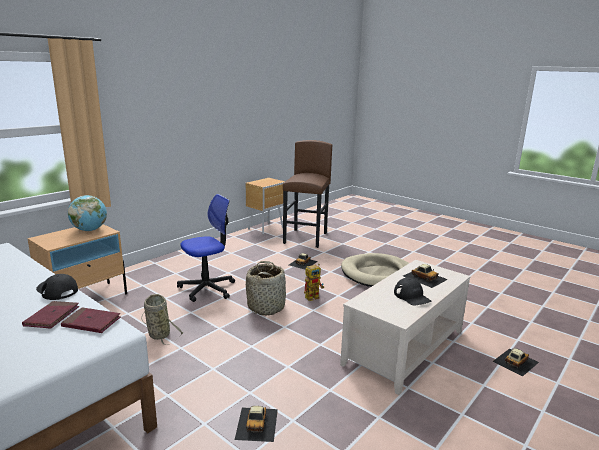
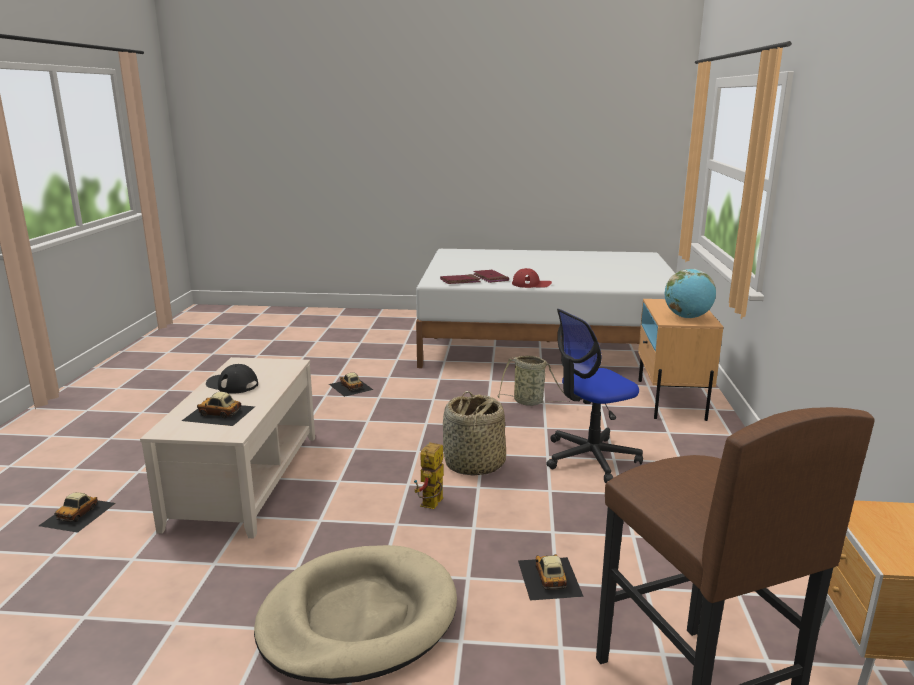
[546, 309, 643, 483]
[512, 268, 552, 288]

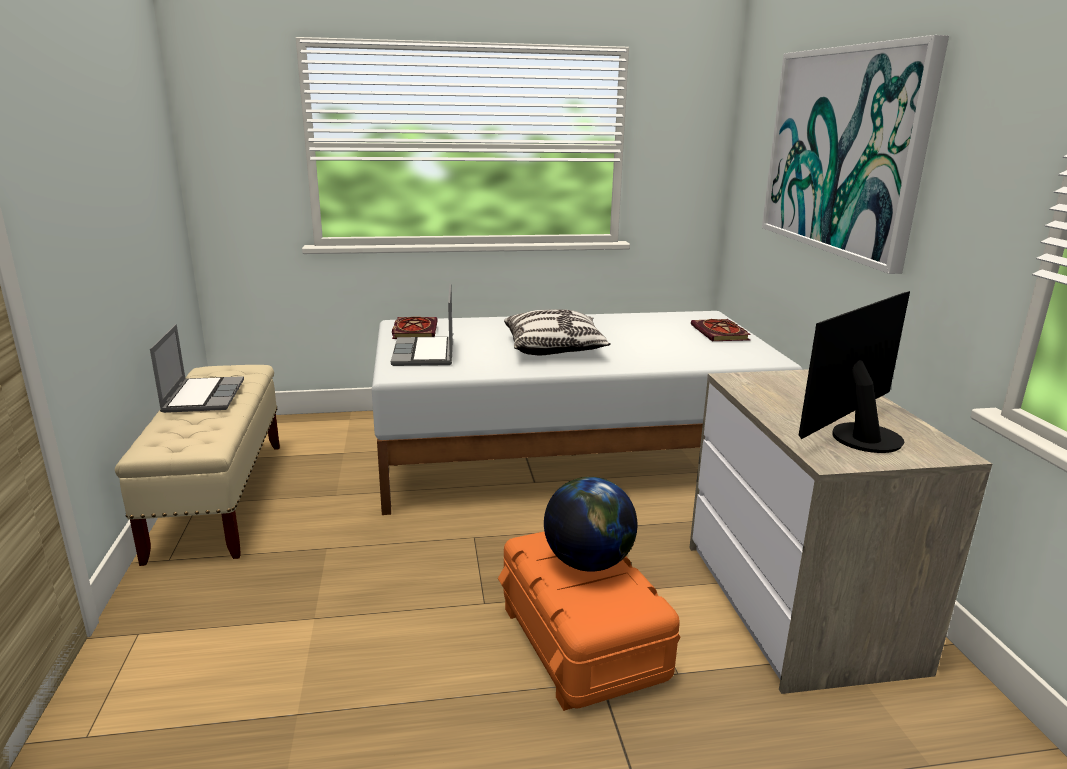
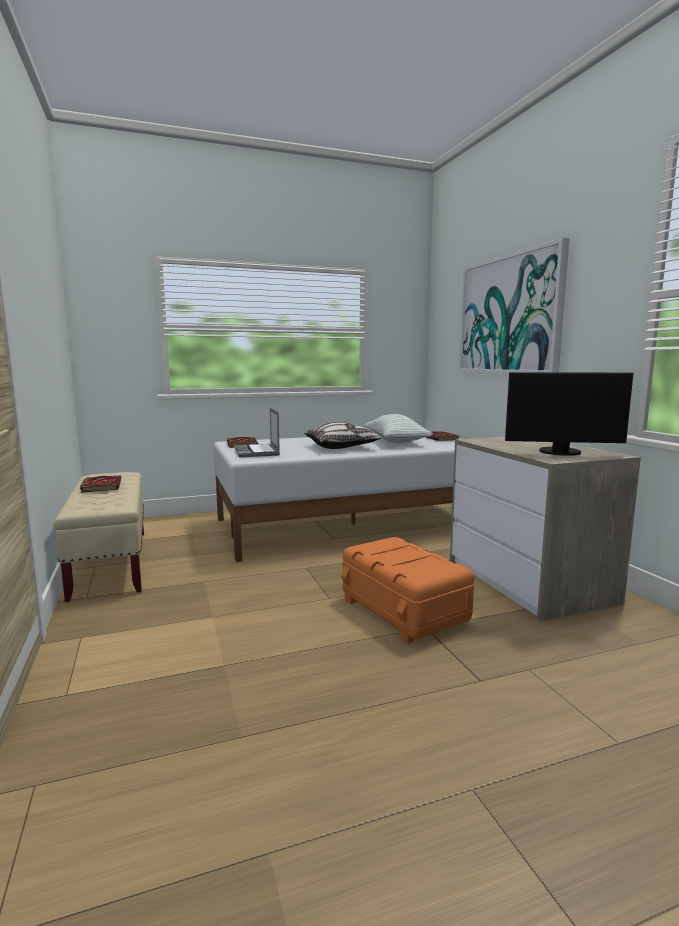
[505, 372, 634, 456]
[80, 475, 121, 493]
[544, 477, 637, 572] (first image)
[364, 414, 433, 443]

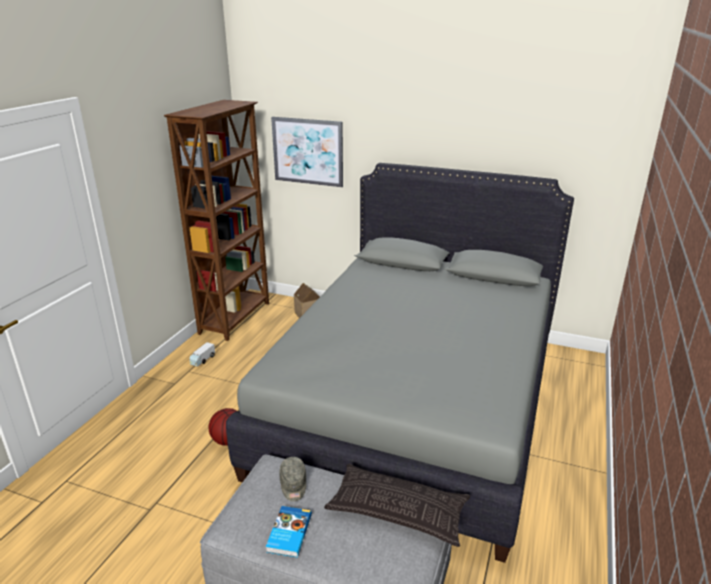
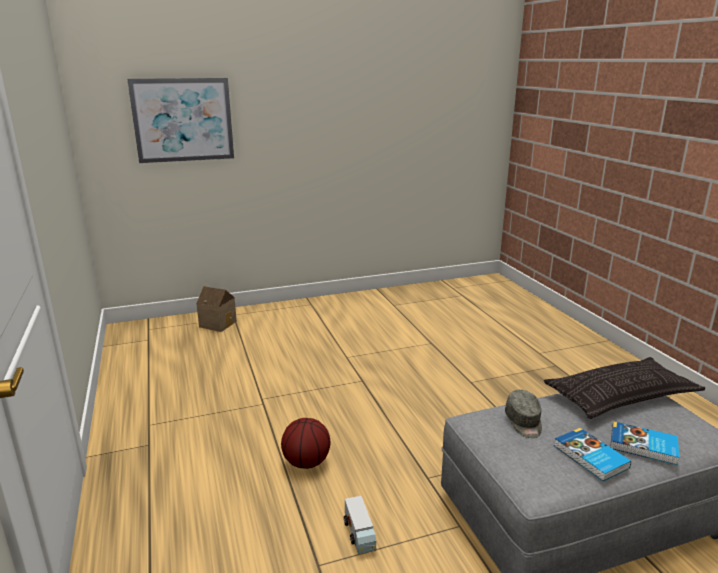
[164, 100, 269, 341] (first image)
[226, 163, 574, 563] (first image)
[344, 496, 376, 554]
[505, 390, 542, 438]
[610, 421, 680, 465]

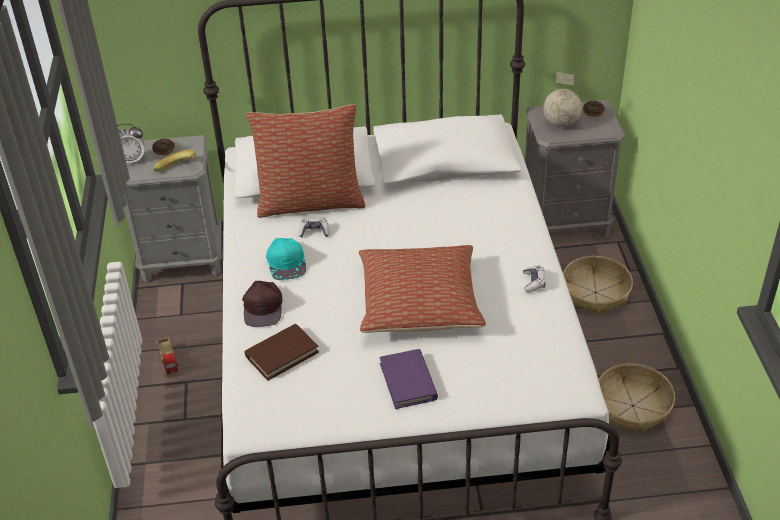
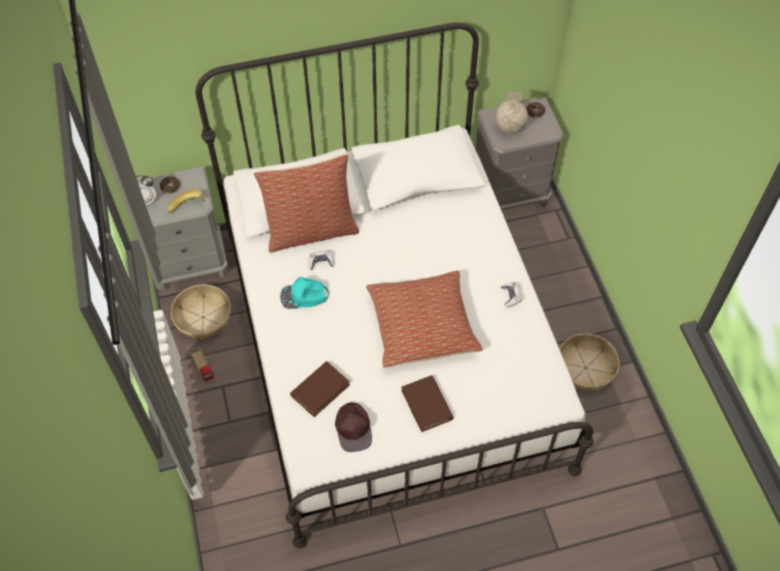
[280, 277, 329, 309]
[171, 284, 231, 341]
[335, 402, 372, 452]
[401, 375, 454, 432]

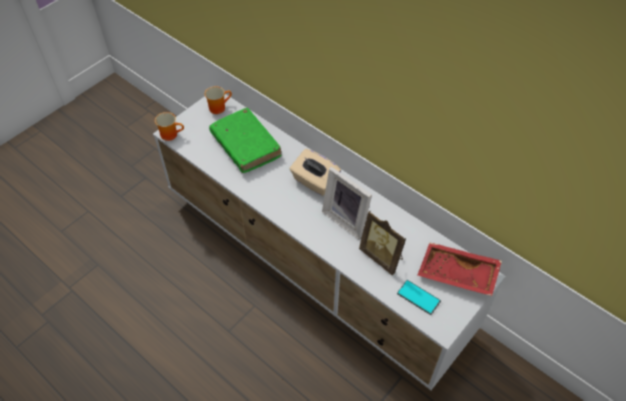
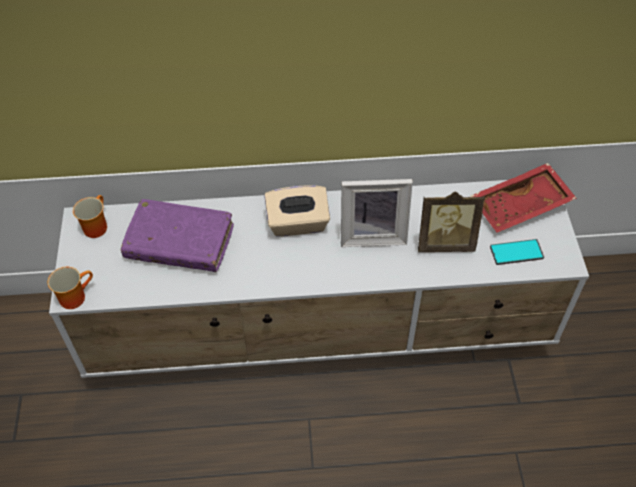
[121, 199, 234, 272]

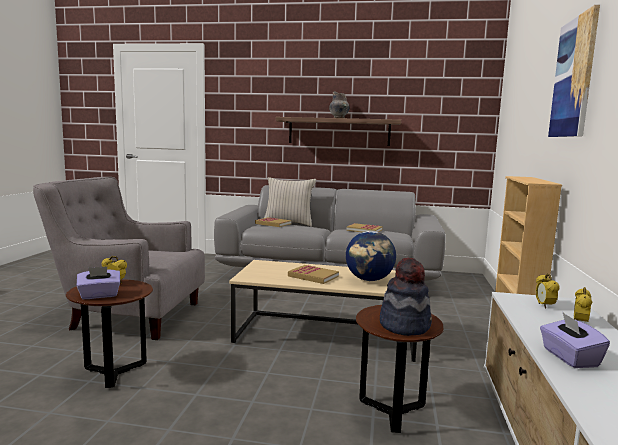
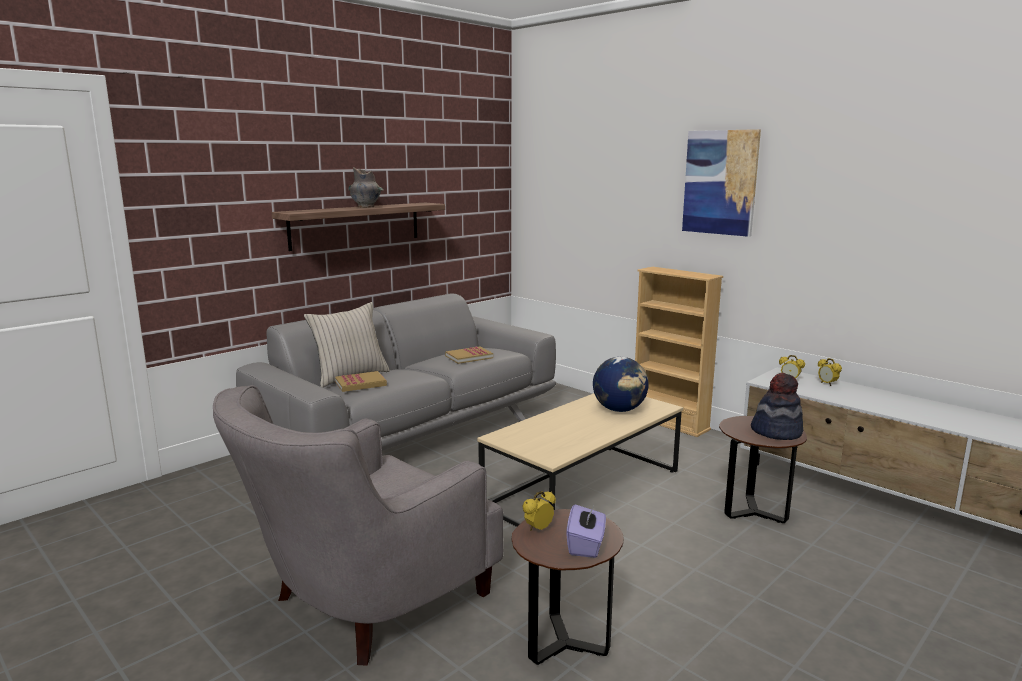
[288, 265, 339, 284] (first image)
[540, 313, 610, 368] (first image)

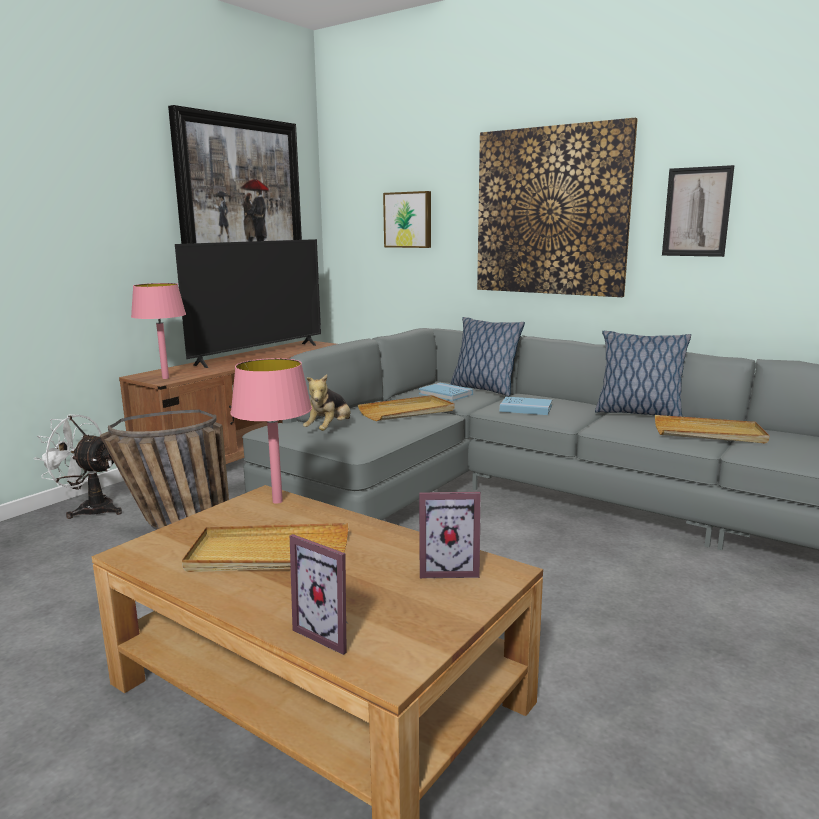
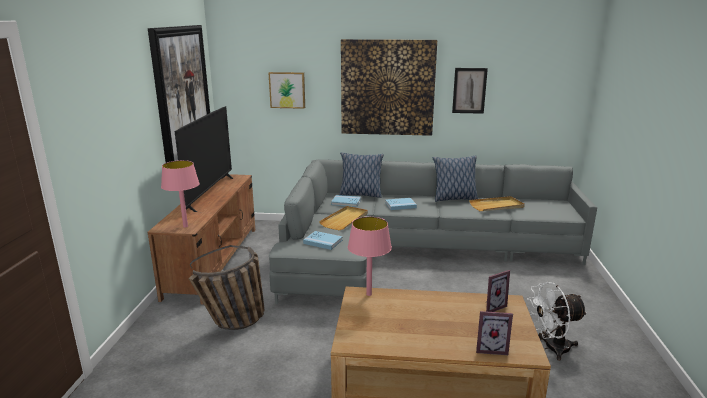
[303, 231, 343, 250]
[527, 282, 587, 361]
[182, 523, 348, 572] (first image)

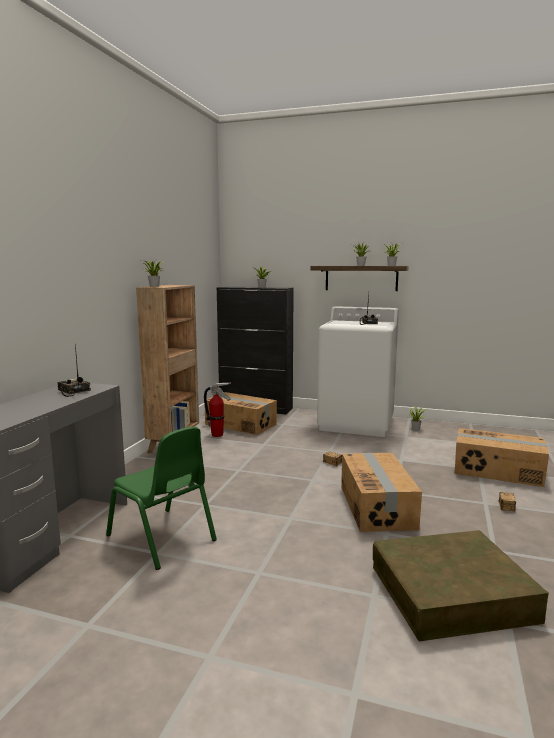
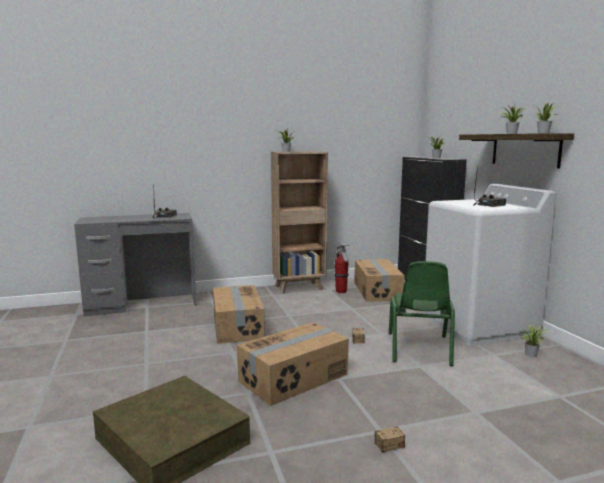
[389, 261, 455, 366]
[213, 285, 265, 344]

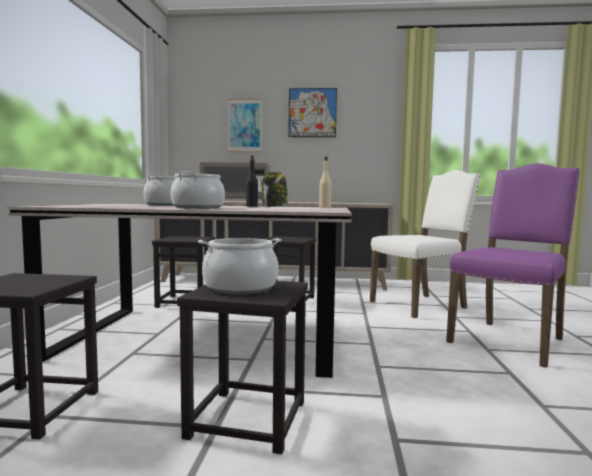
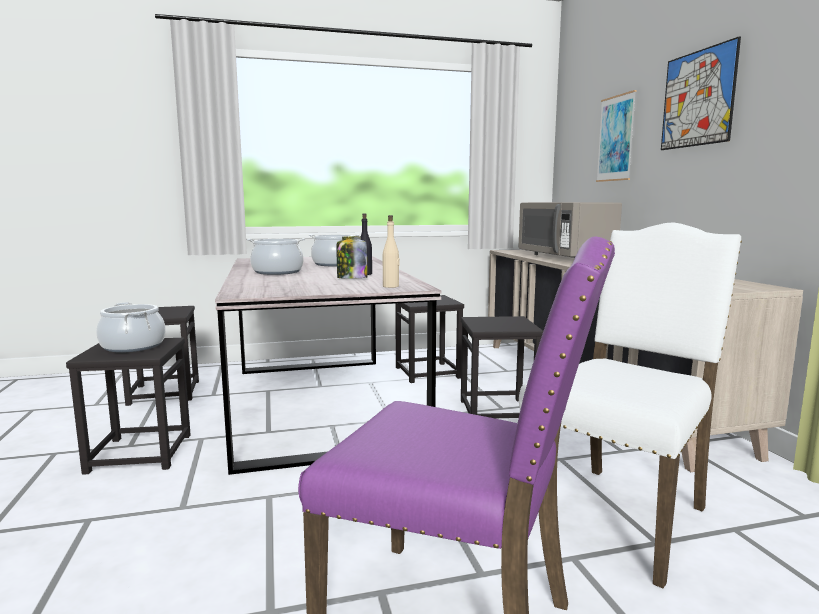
[519, 222, 742, 589]

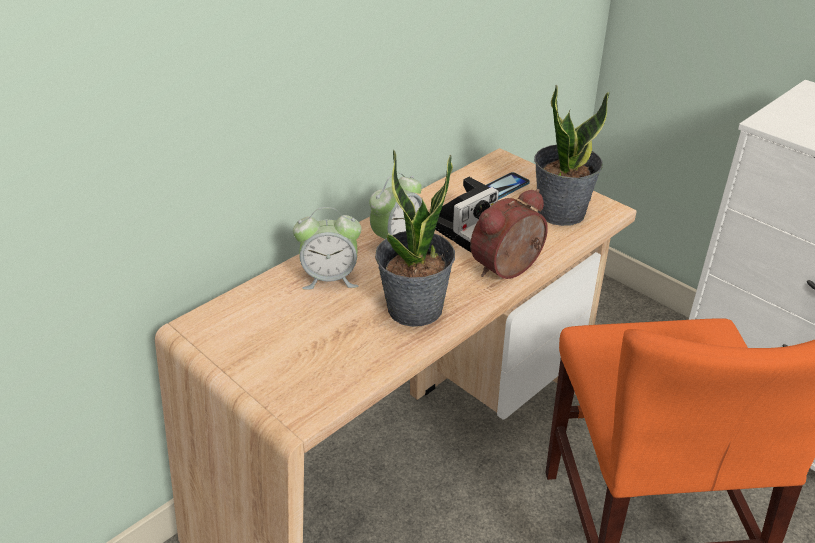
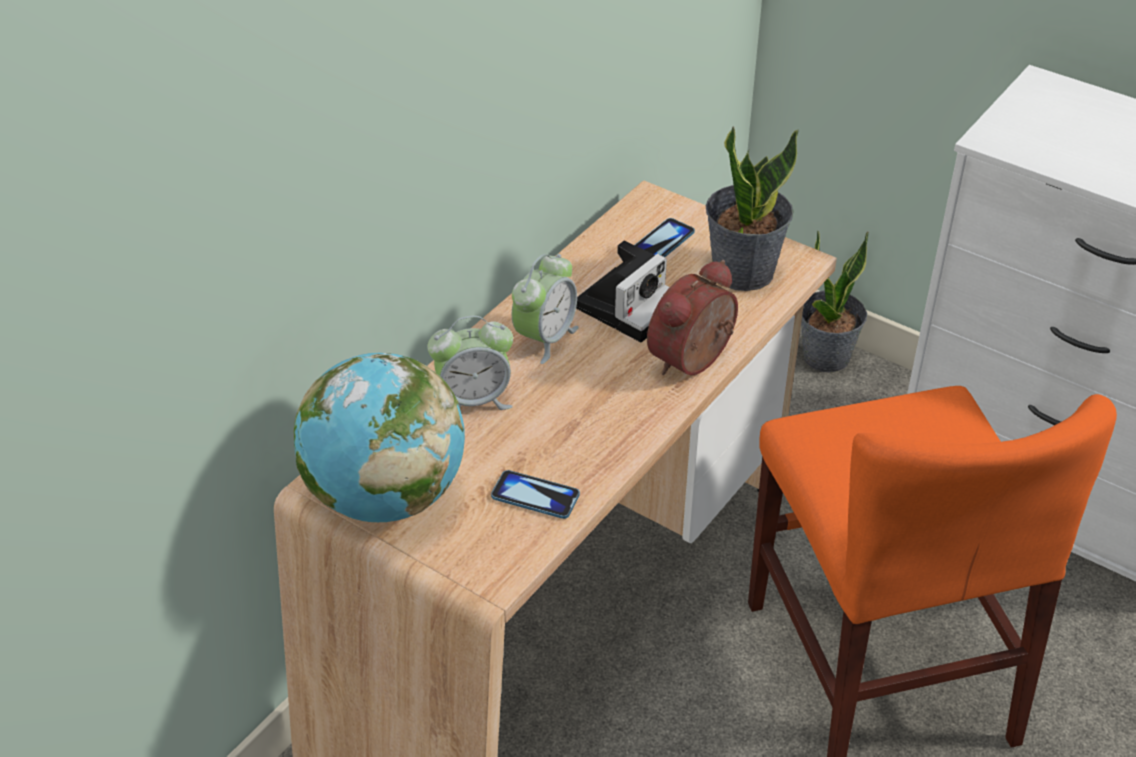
[801, 230, 869, 372]
[294, 353, 465, 522]
[491, 470, 580, 519]

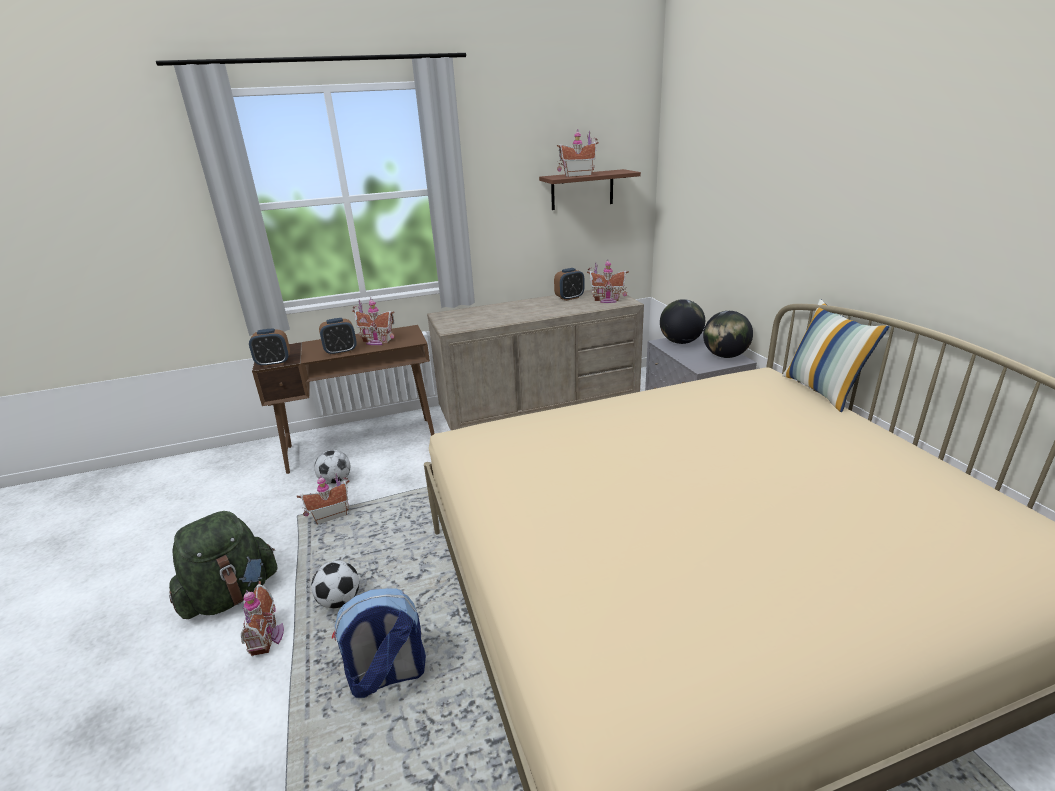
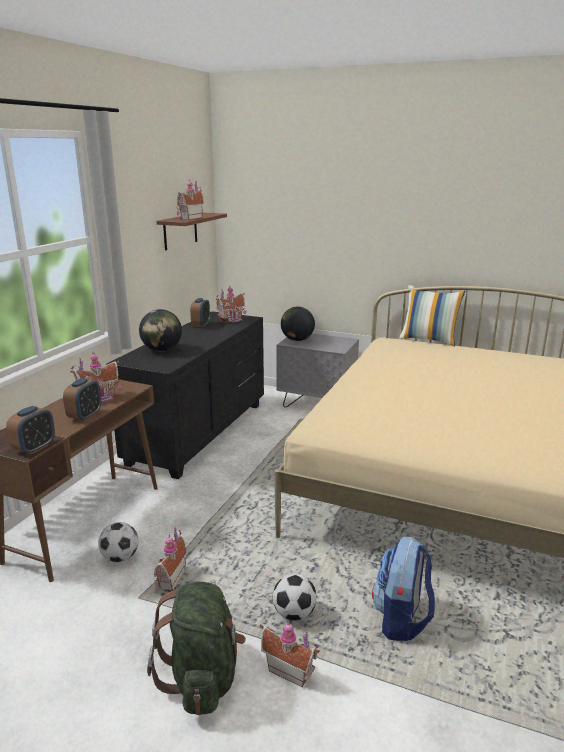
[106, 311, 264, 479]
[139, 309, 182, 351]

